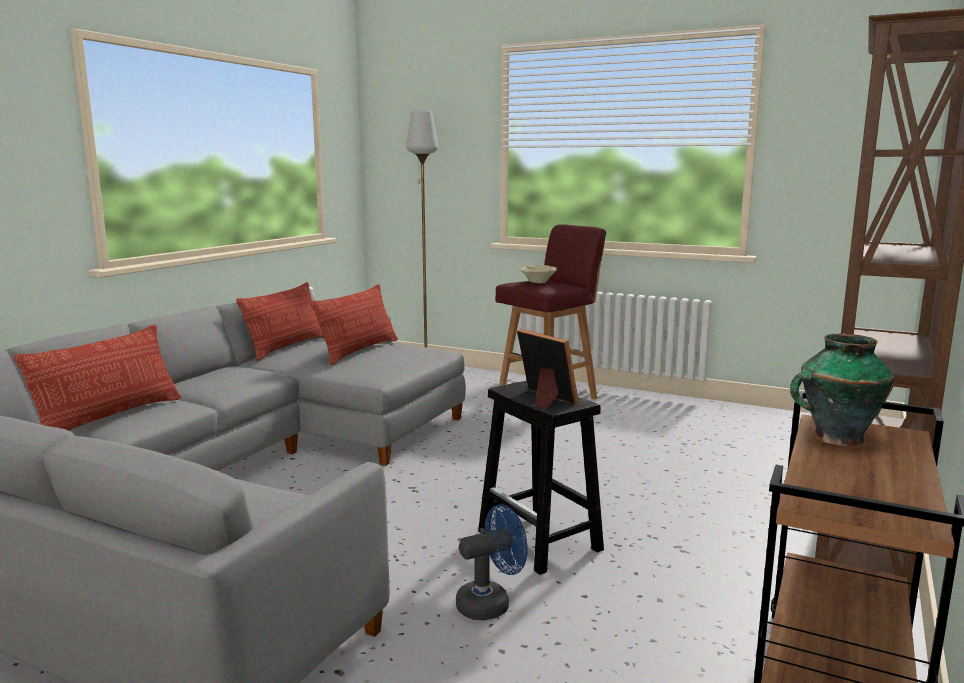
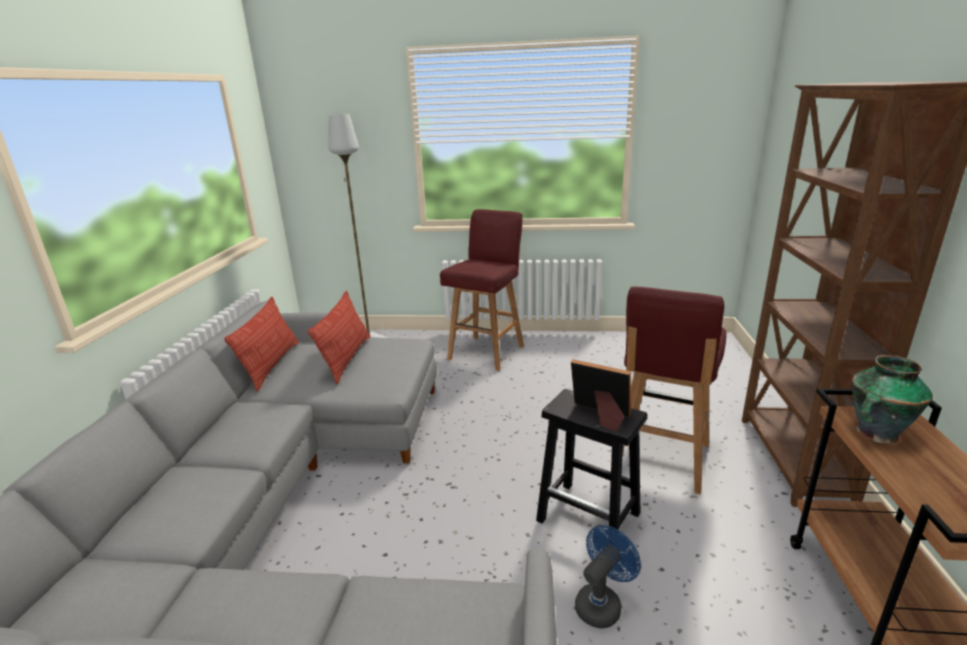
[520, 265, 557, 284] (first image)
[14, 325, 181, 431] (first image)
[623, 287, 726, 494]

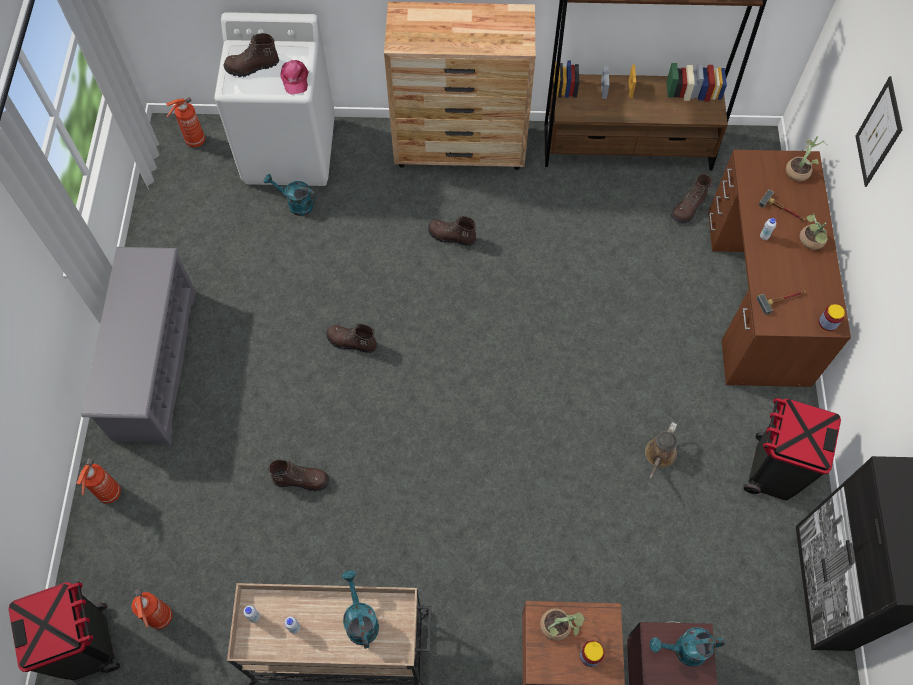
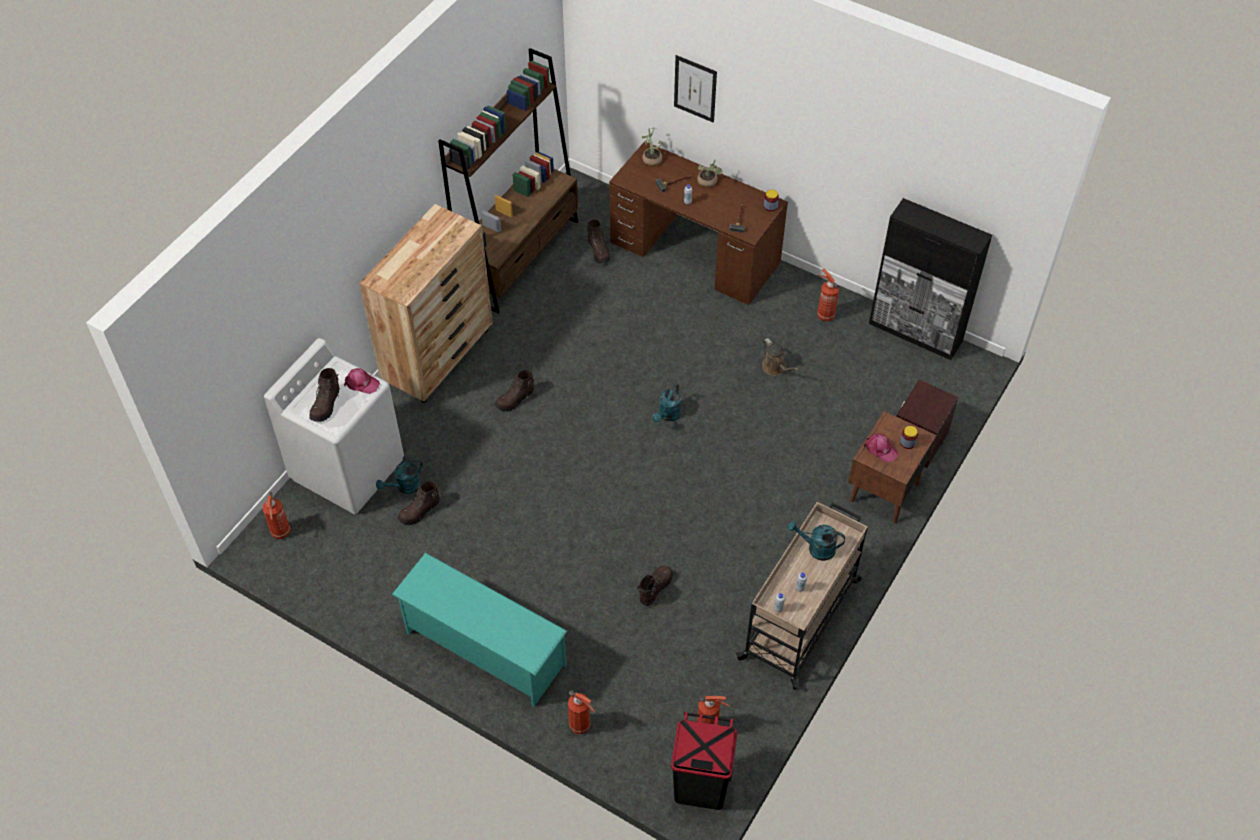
[392, 553, 567, 706]
[397, 481, 440, 525]
[817, 269, 839, 321]
[864, 433, 898, 462]
[652, 384, 681, 422]

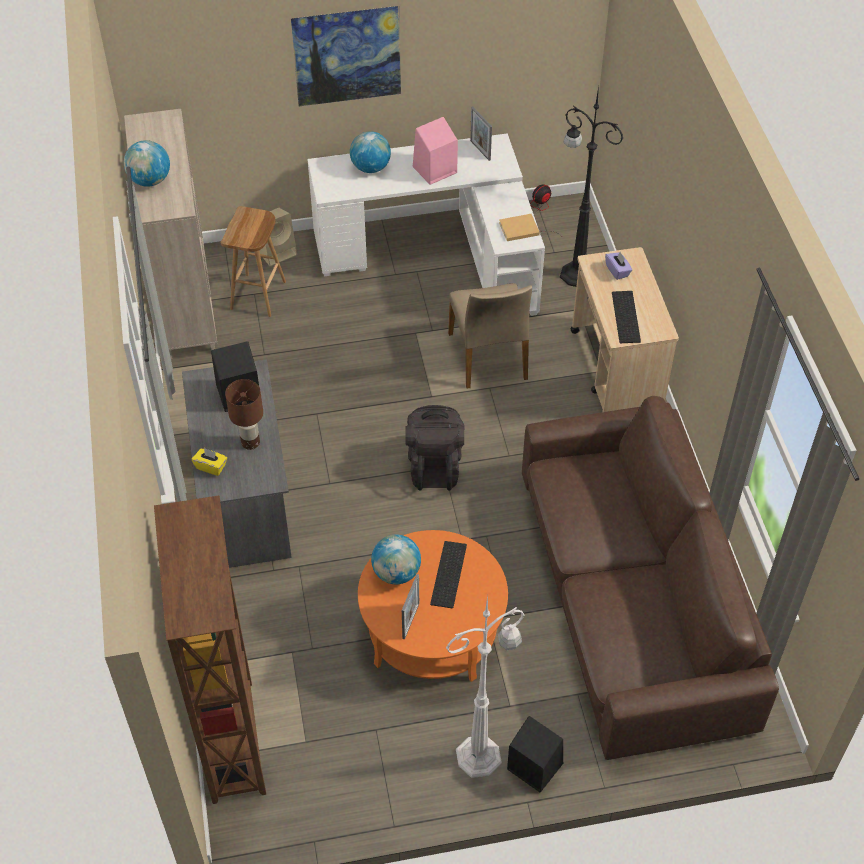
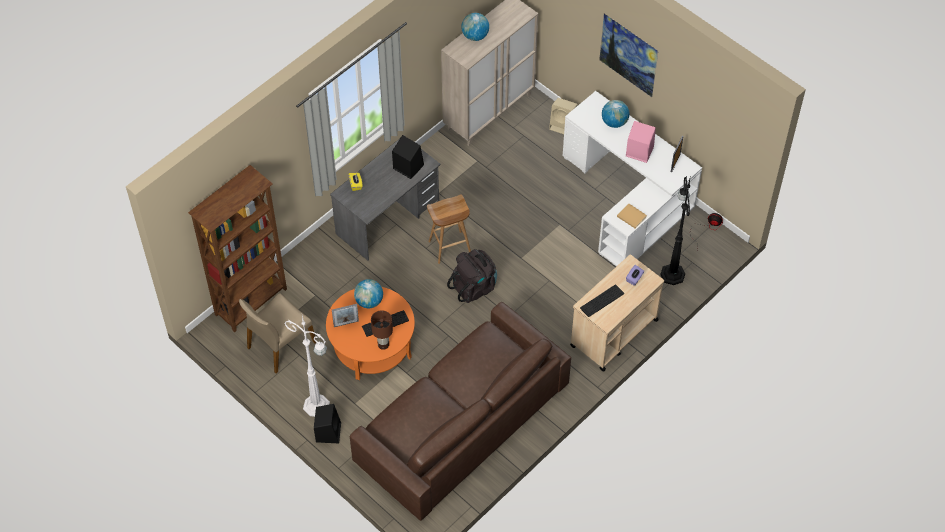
[427, 195, 471, 264]
[239, 293, 316, 374]
[371, 310, 393, 350]

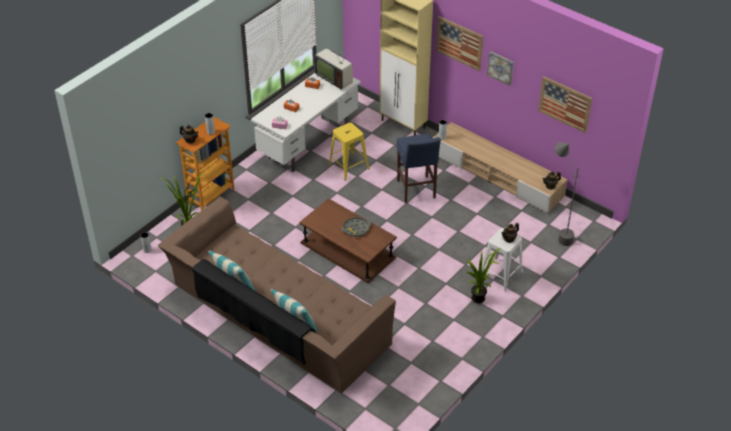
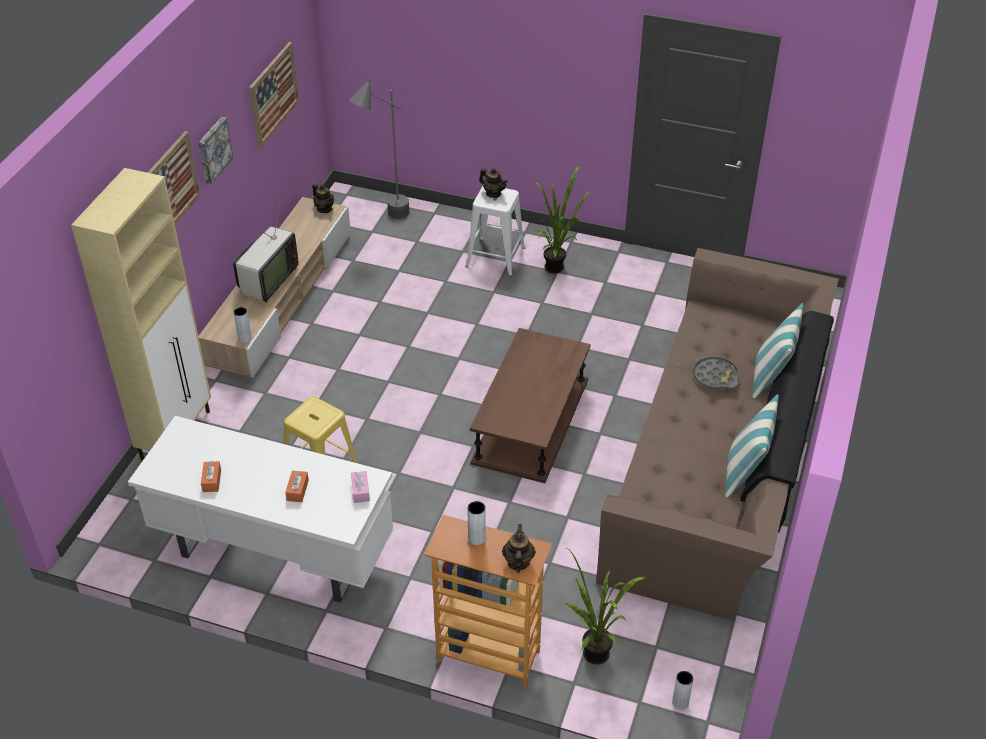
[233, 202, 299, 303]
[396, 134, 441, 203] (first image)
[693, 356, 739, 390]

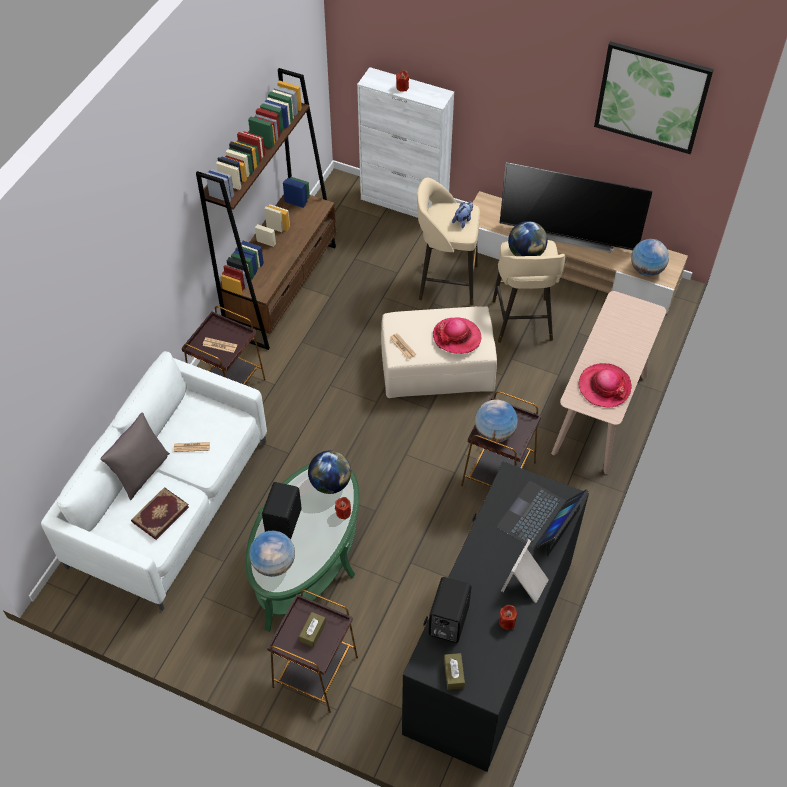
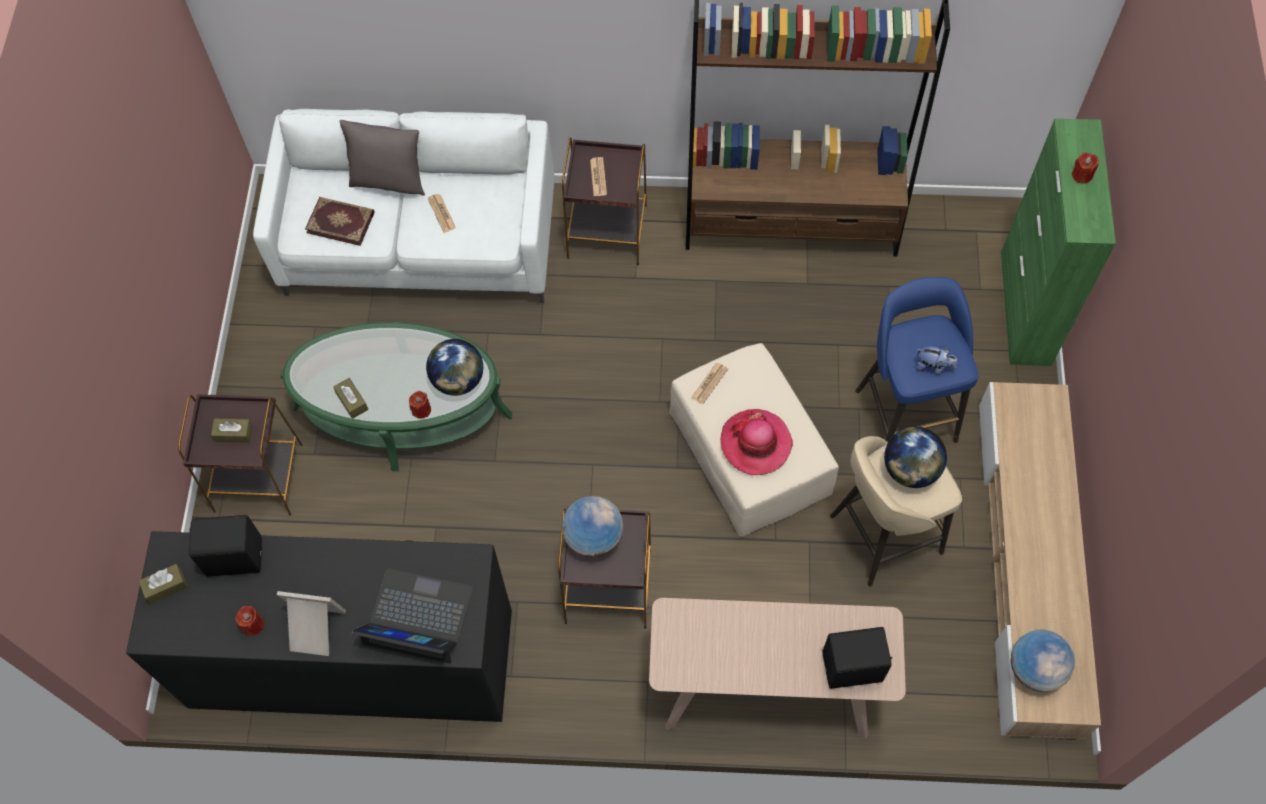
[594, 41, 714, 154] (first image)
[1001, 118, 1116, 366]
[500, 162, 653, 253] (first image)
[855, 277, 979, 443]
[578, 363, 632, 408] (first image)
[823, 627, 893, 689]
[249, 531, 295, 577] (first image)
[333, 378, 368, 419]

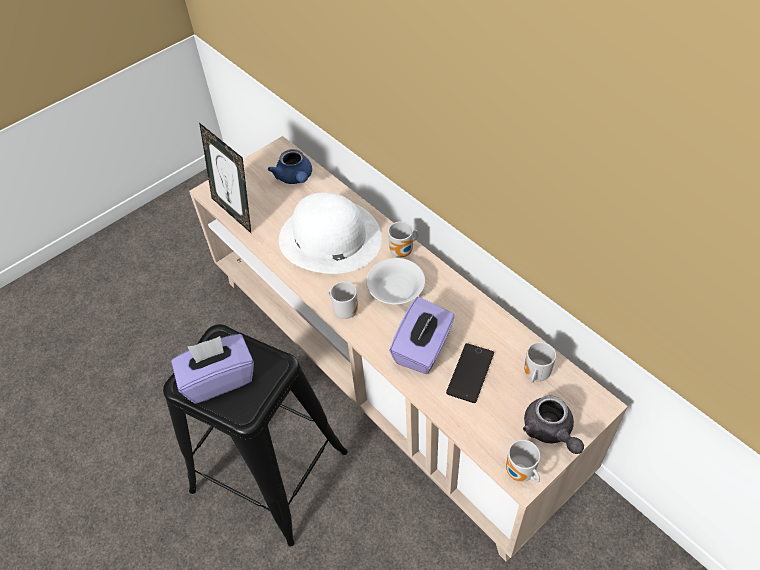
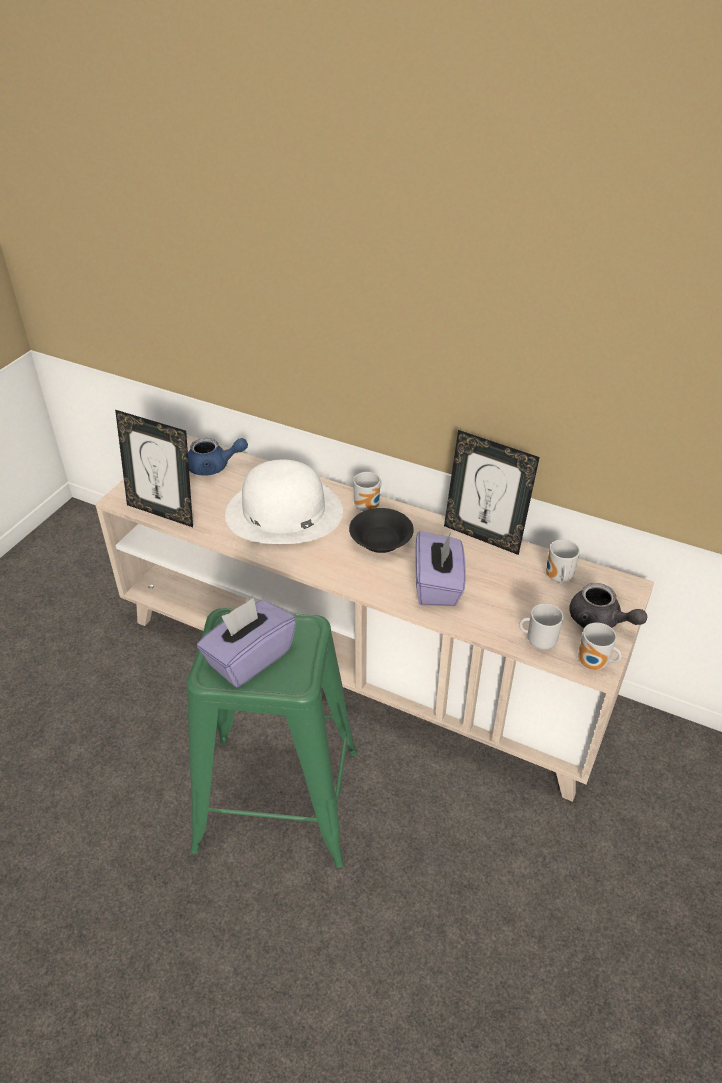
[188, 438, 248, 476]
[349, 508, 414, 553]
[519, 603, 564, 650]
[187, 608, 358, 868]
[446, 343, 494, 403] (first image)
[444, 430, 540, 555]

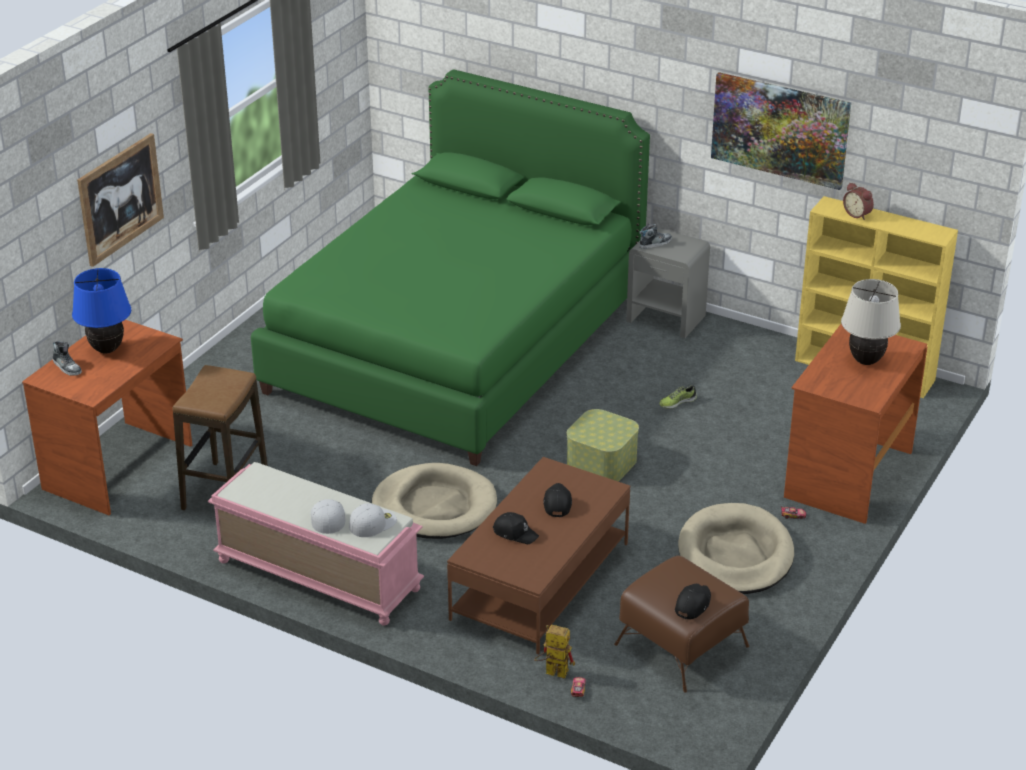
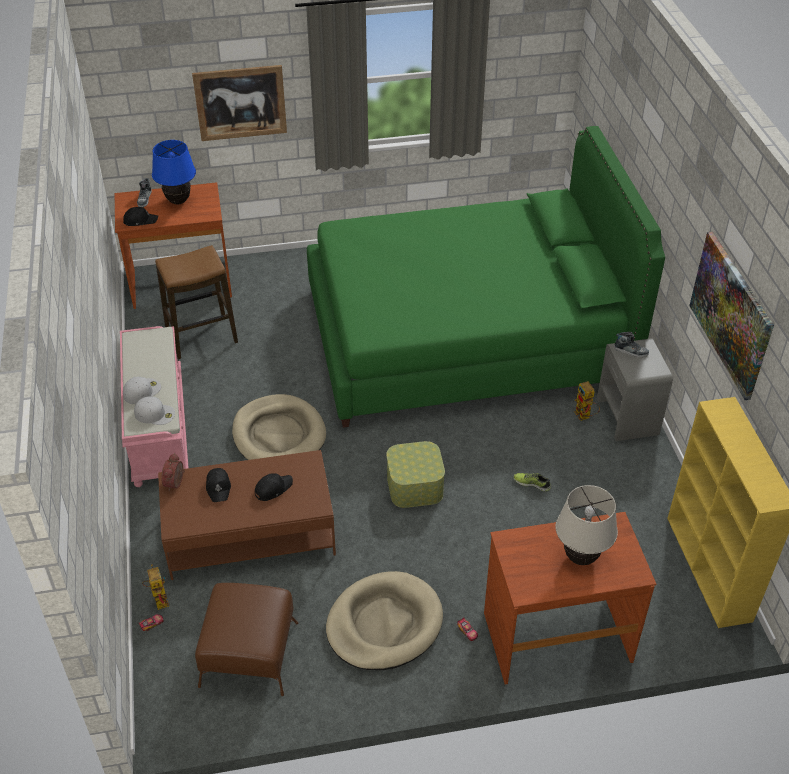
[161, 453, 185, 491]
[123, 207, 158, 226]
[574, 381, 600, 421]

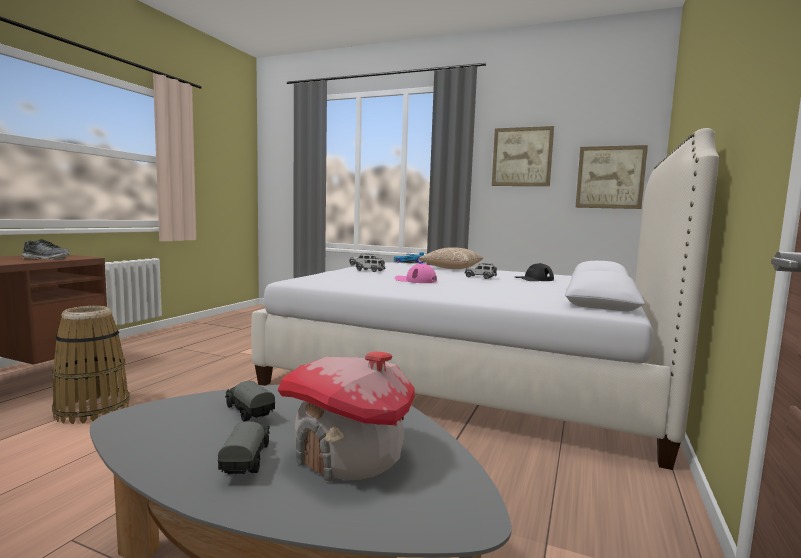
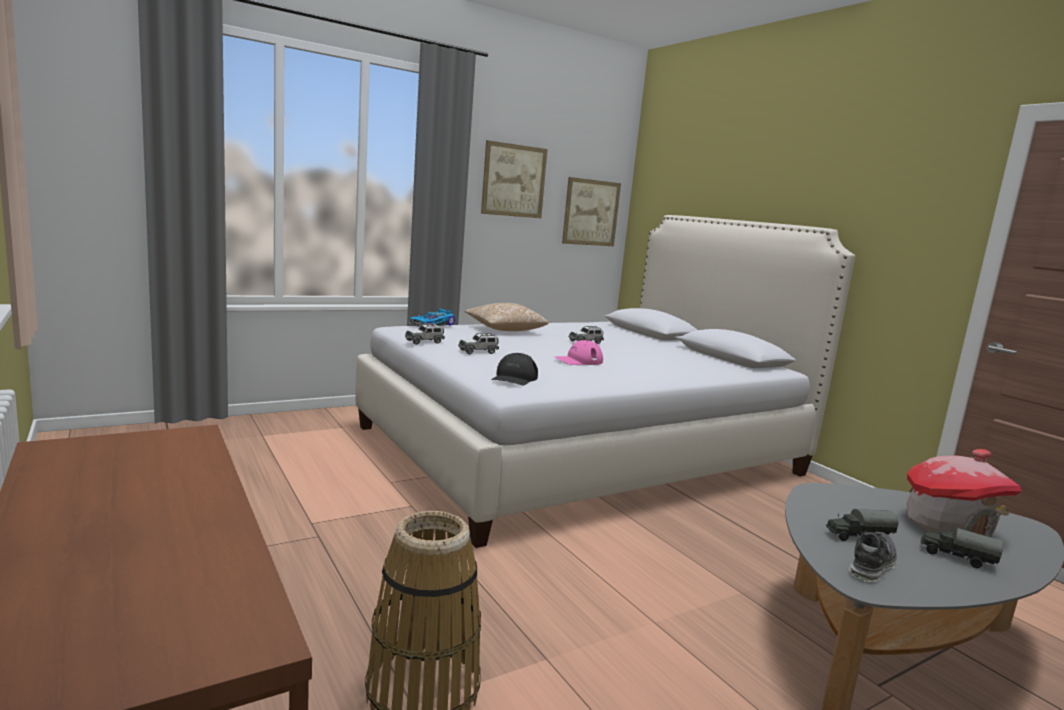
[849, 532, 897, 582]
[491, 353, 538, 385]

